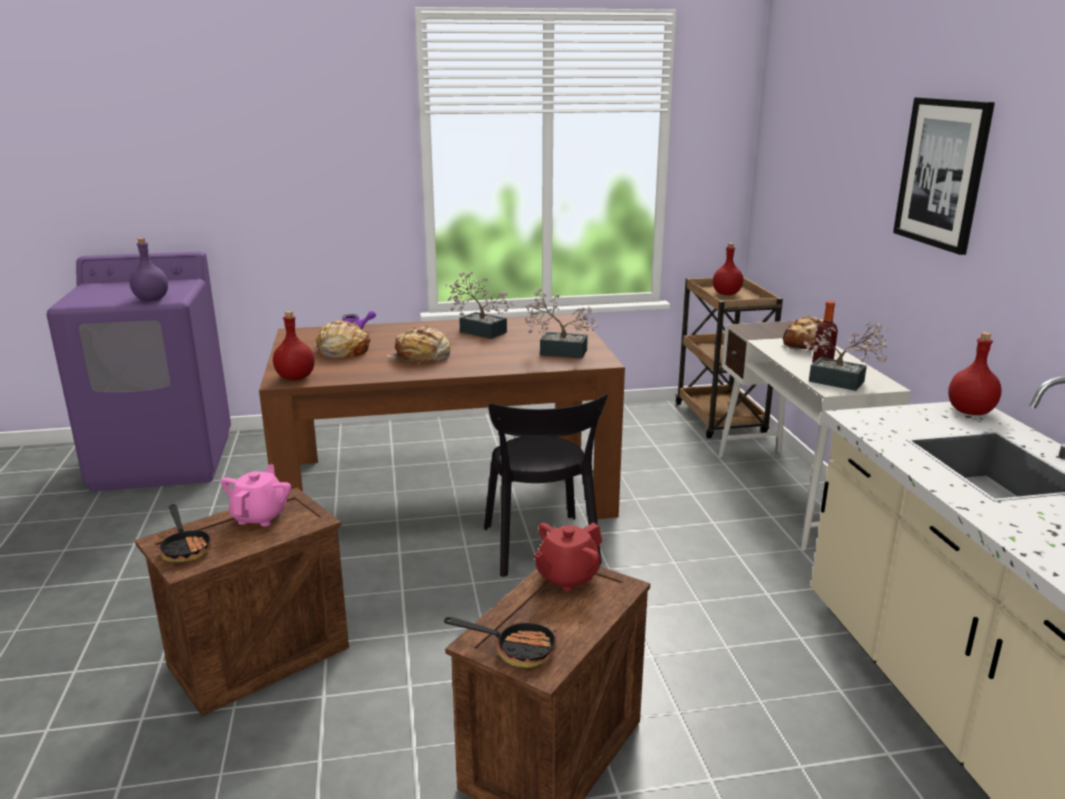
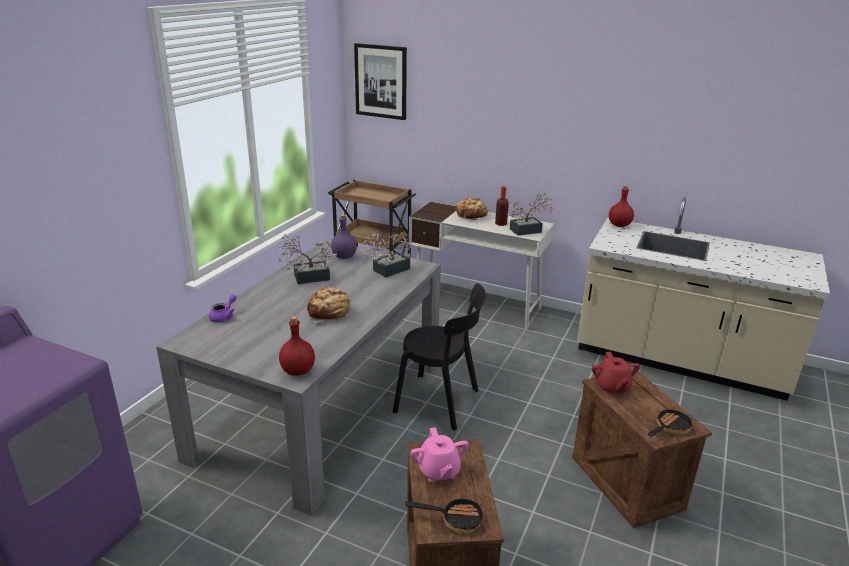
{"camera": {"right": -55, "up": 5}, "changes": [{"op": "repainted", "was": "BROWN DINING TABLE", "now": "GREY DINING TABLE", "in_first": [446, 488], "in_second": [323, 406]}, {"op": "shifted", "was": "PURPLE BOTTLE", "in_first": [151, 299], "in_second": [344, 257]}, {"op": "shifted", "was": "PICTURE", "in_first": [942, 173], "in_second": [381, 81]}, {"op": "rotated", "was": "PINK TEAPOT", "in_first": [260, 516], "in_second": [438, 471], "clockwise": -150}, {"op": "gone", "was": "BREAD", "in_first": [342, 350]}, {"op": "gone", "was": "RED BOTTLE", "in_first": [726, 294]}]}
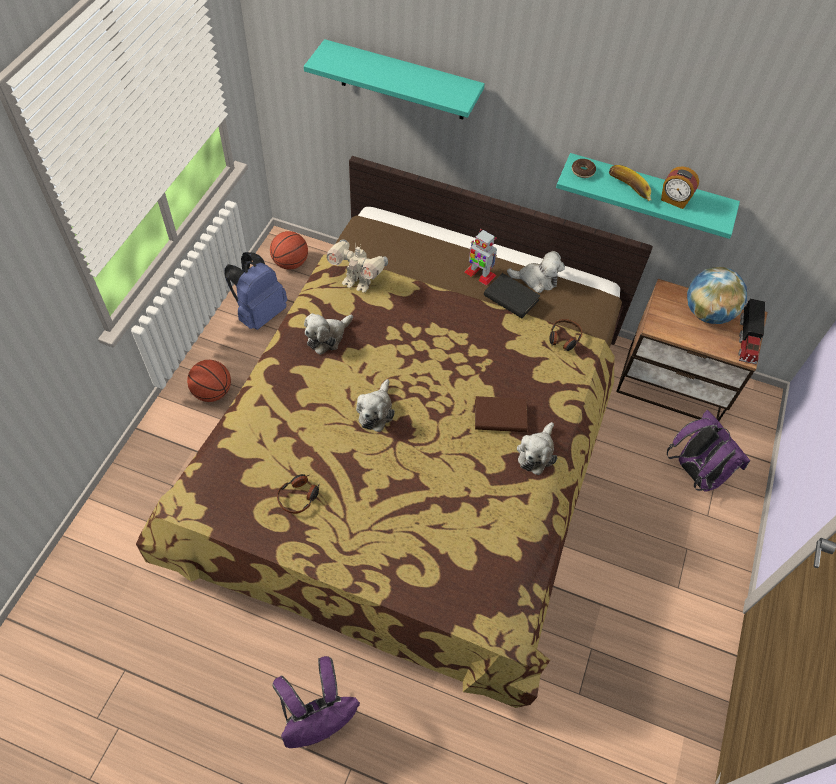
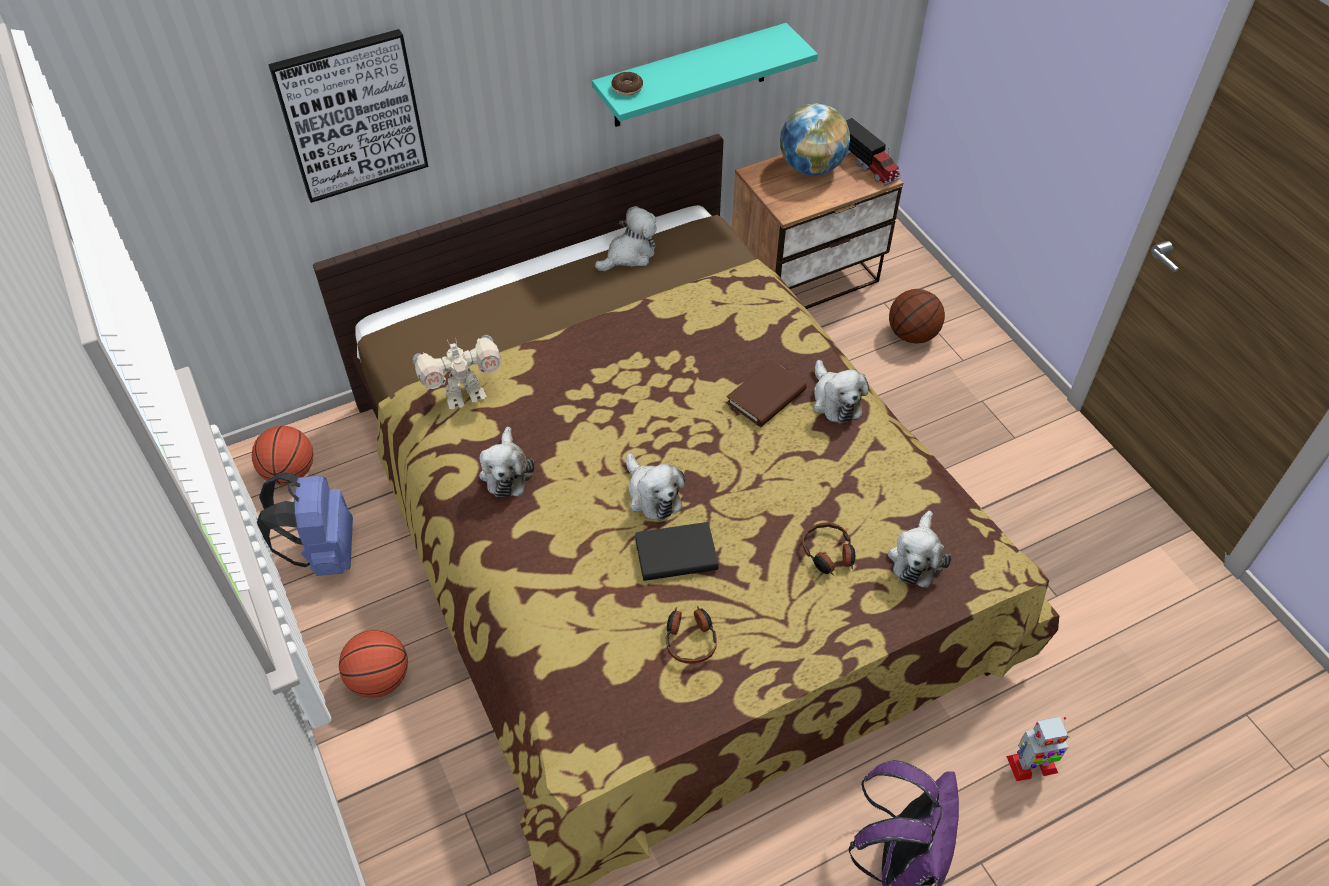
{"camera": {"right": -45, "up": -5}, "changes": [{"op": "swapped", "was": "TURQUOISE SHELF", "now": "PICTURE", "in_first": [402, 81], "in_second": [351, 115]}, {"op": "shifted", "was": "BLACK BOOK", "in_first": [511, 298], "in_second": [676, 555]}, {"op": "shifted", "was": "HEADPHONES", "in_first": [563, 338], "in_second": [828, 554]}, {"op": "new", "now": "PLUSH TOY", "in_second": [916, 557]}, {"op": "swapped", "was": "PURPLE BACKPACK", "now": "BASKETBALL", "in_first": [694, 473], "in_second": [911, 335]}, {"op": "shifted", "was": "TOY ROBOT", "in_first": [479, 274], "in_second": [1031, 765]}, {"op": "gone", "was": "BANANA", "in_first": [627, 190]}, {"op": "gone", "was": "ALARM CLOCK", "in_first": [674, 200]}]}
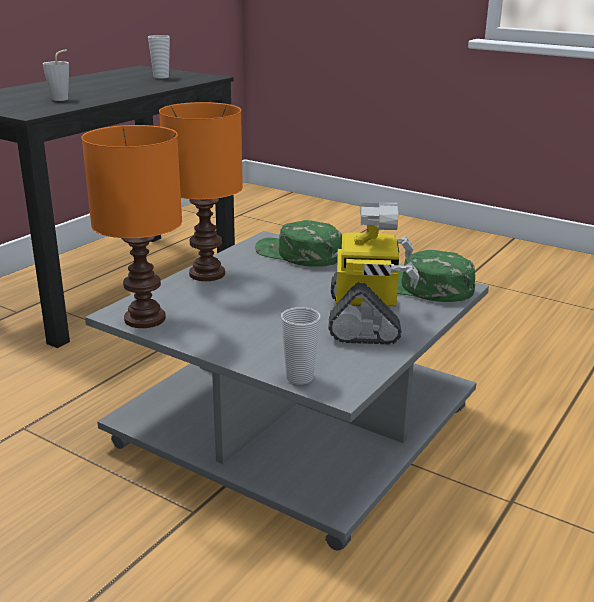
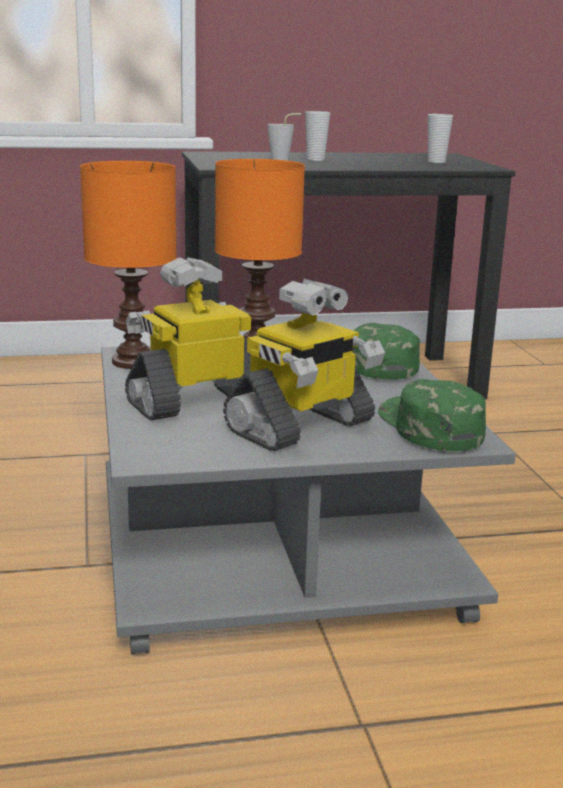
{"camera": {"right": 45, "up": -5}, "changes": [{"op": "new", "now": "TOY ROBOT", "in_second": [196, 401]}, {"op": "shifted", "was": "CUP", "in_first": [299, 378], "in_second": [315, 160]}]}
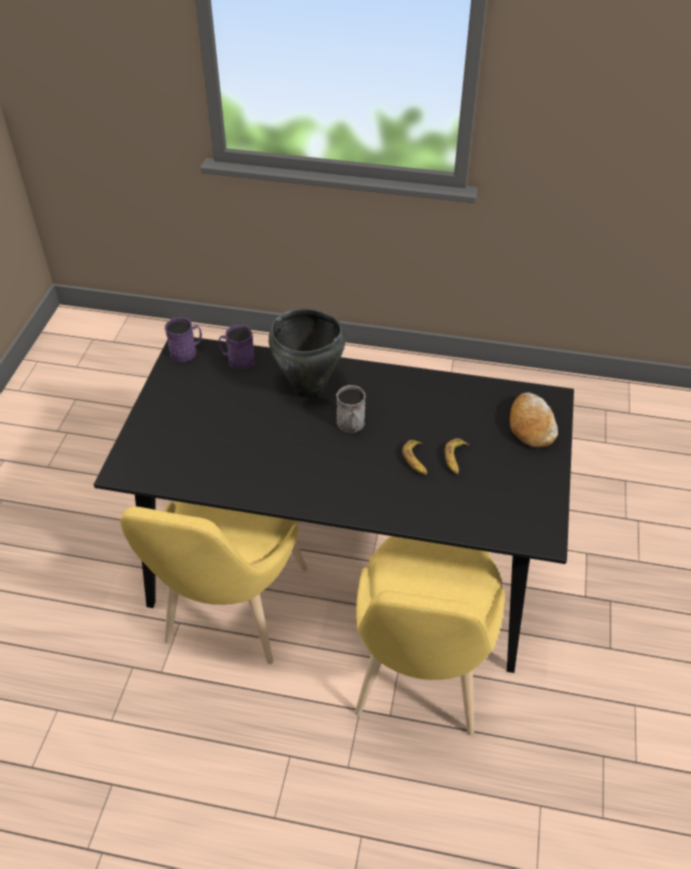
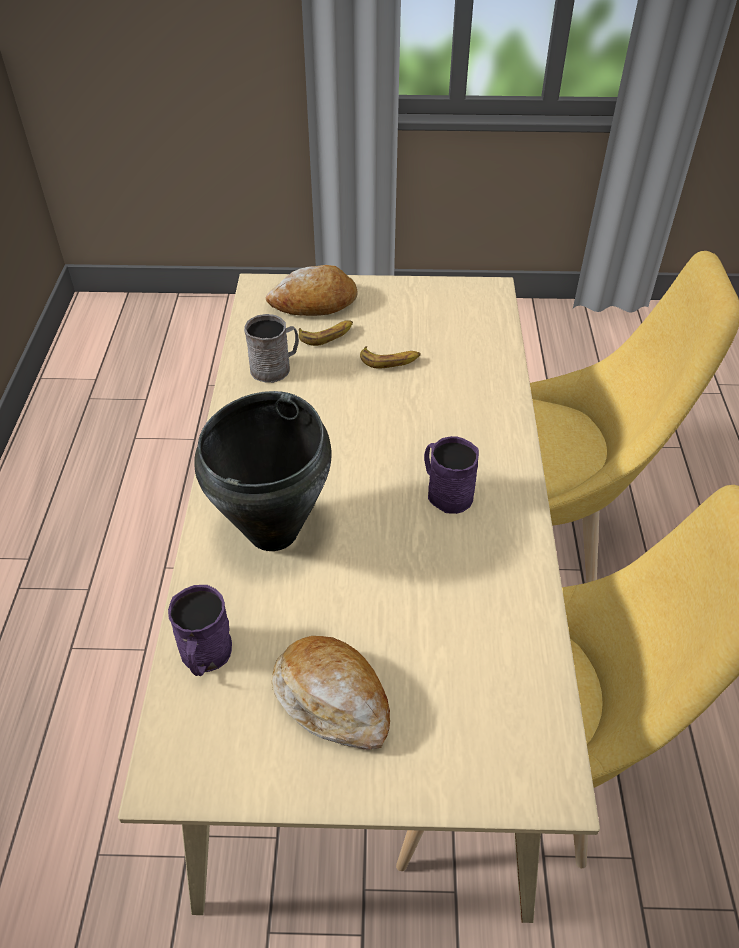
{"camera": {"right": -100, "up": 0}, "changes": [{"op": "repainted", "was": "BLACK DINING TABLE", "now": "BEIGE DINING TABLE", "in_first": [346, 555], "in_second": [368, 646]}, {"op": "shifted", "was": "GREY MUG", "in_first": [352, 425], "in_second": [275, 367]}, {"op": "new", "now": "BREAD", "in_second": [333, 699]}, {"op": "shifted", "was": "BANANA", "in_first": [416, 460], "in_second": [327, 335]}, {"op": "shifted", "was": "PURPLE MUG", "in_first": [187, 351], "in_second": [445, 492]}]}
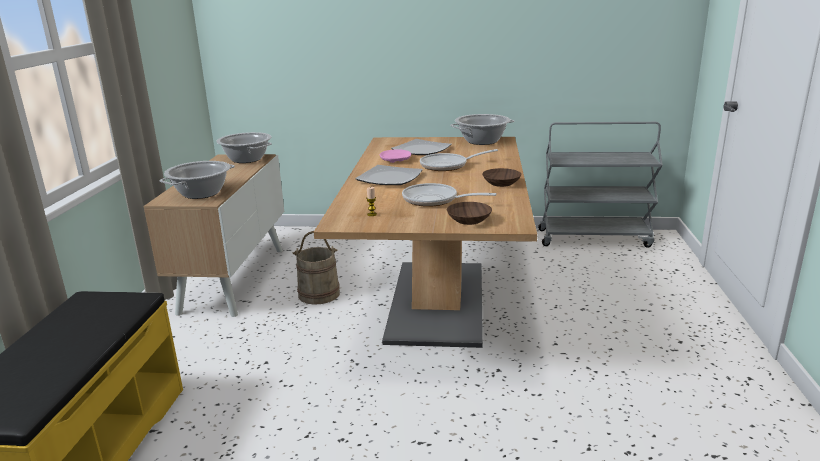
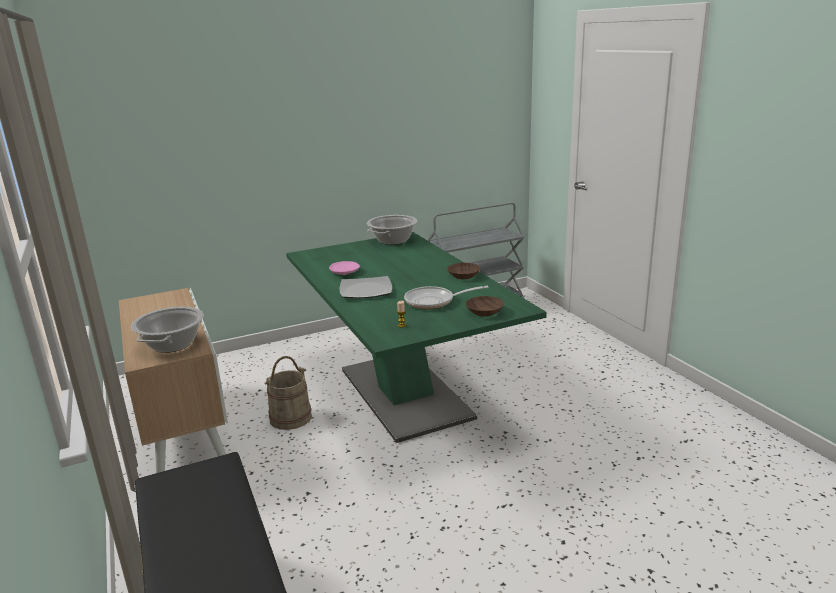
{"camera": {"right": -30, "up": 0}, "changes": [{"op": "repainted", "was": "BROWN DINING TABLE", "now": "GREEN DINING TABLE", "in_first": [437, 301], "in_second": [404, 393]}, {"op": "gone", "was": "COOKING POT", "in_first": [246, 159]}, {"op": "gone", "was": "PLATE", "in_first": [421, 150]}, {"op": "gone", "was": "FRYING PAN", "in_first": [448, 166]}]}
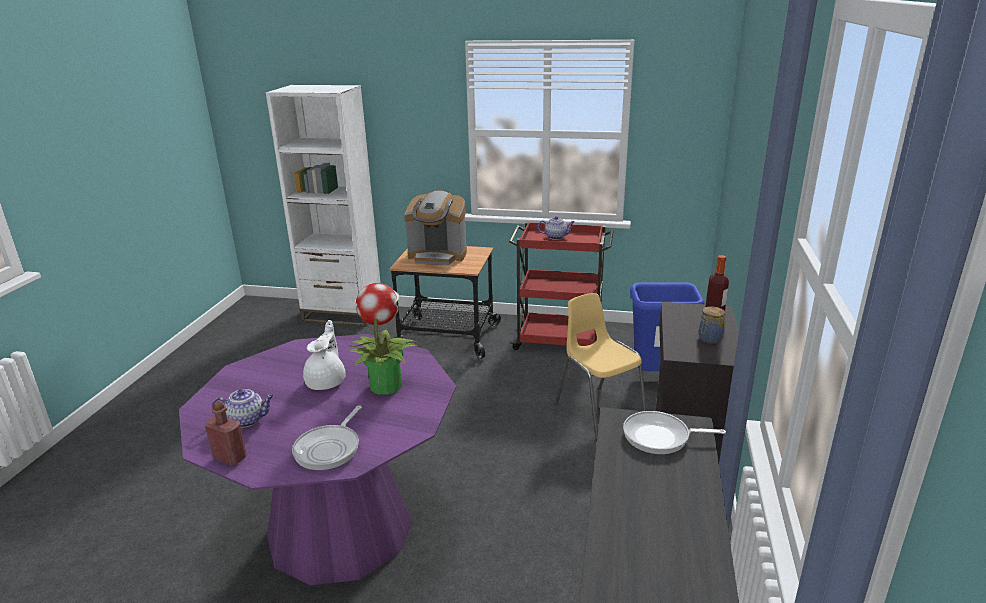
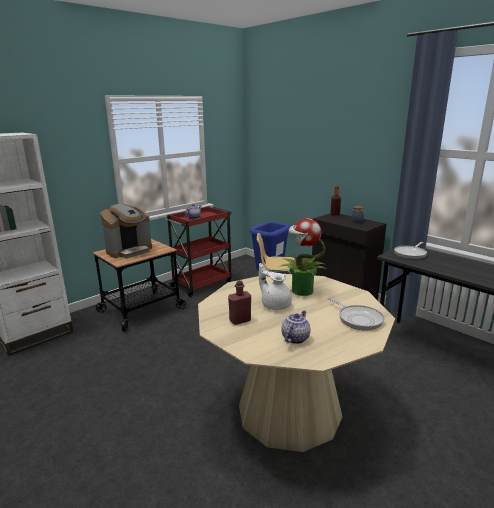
{"camera": {"right": -55, "up": -5}, "changes": [{"op": "repainted", "was": "PURPLE DINING TABLE", "now": "BEIGE DINING TABLE", "in_first": [340, 528], "in_second": [289, 410]}, {"op": "shifted", "was": "RED BOTTLE", "in_first": [230, 458], "in_second": [240, 320]}]}
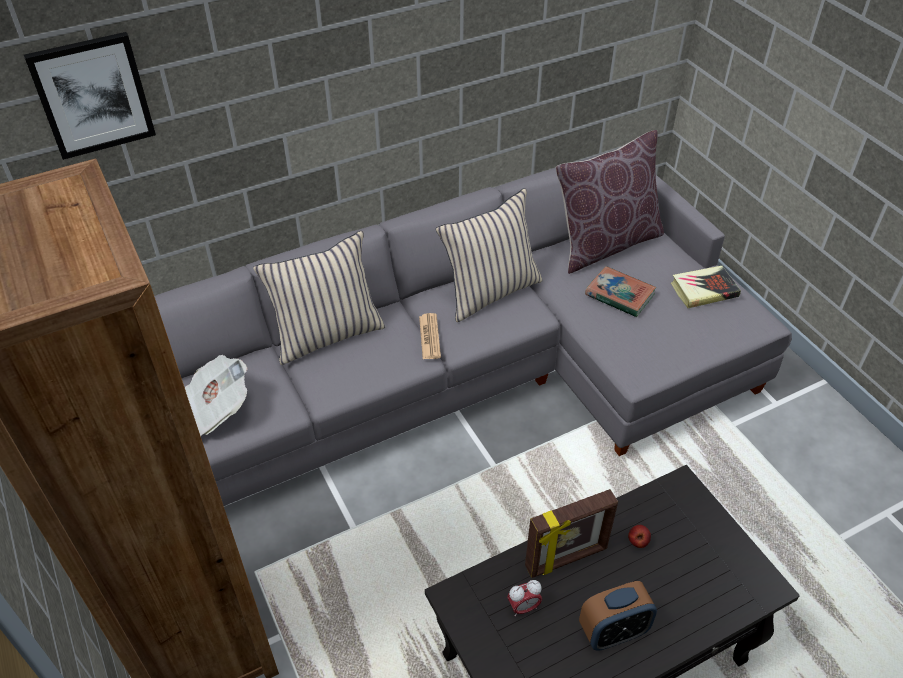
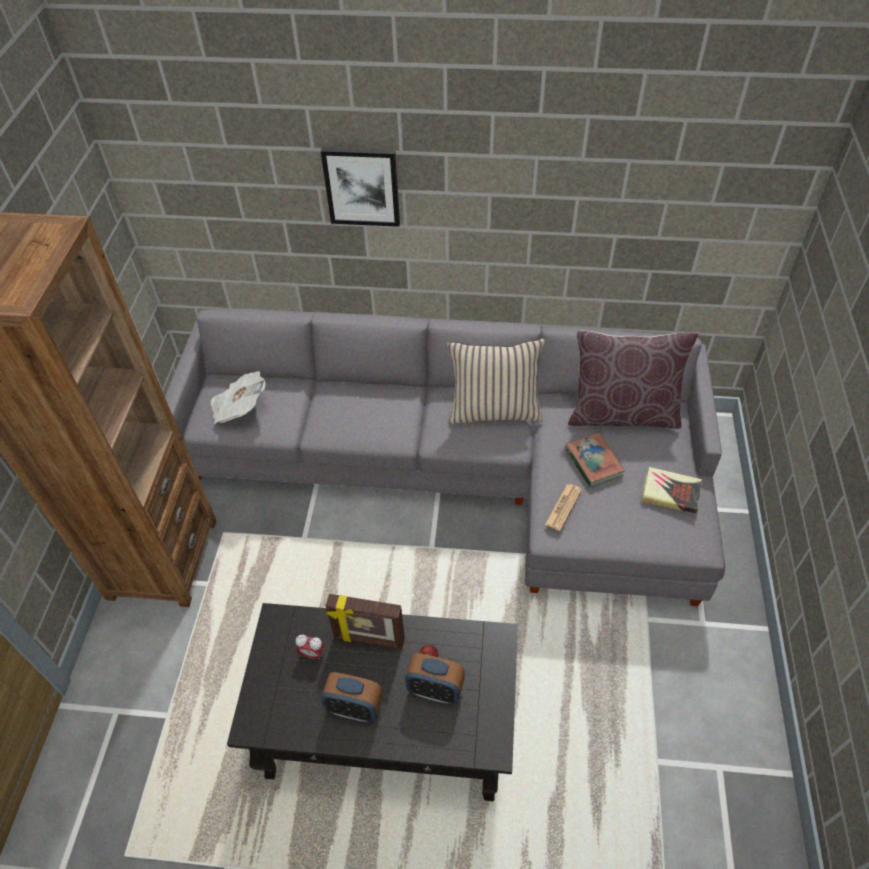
{"camera": {"right": 35, "up": 5}, "changes": [{"op": "shifted", "was": "PICTURE", "in_first": [92, 95], "in_second": [362, 186]}, {"op": "new", "now": "ALARM CLOCK", "in_second": [435, 690]}, {"op": "shifted", "was": "NEWSPAPER", "in_first": [429, 337], "in_second": [563, 507]}, {"op": "gone", "was": "BEIGE PILLOW", "in_first": [327, 334]}]}
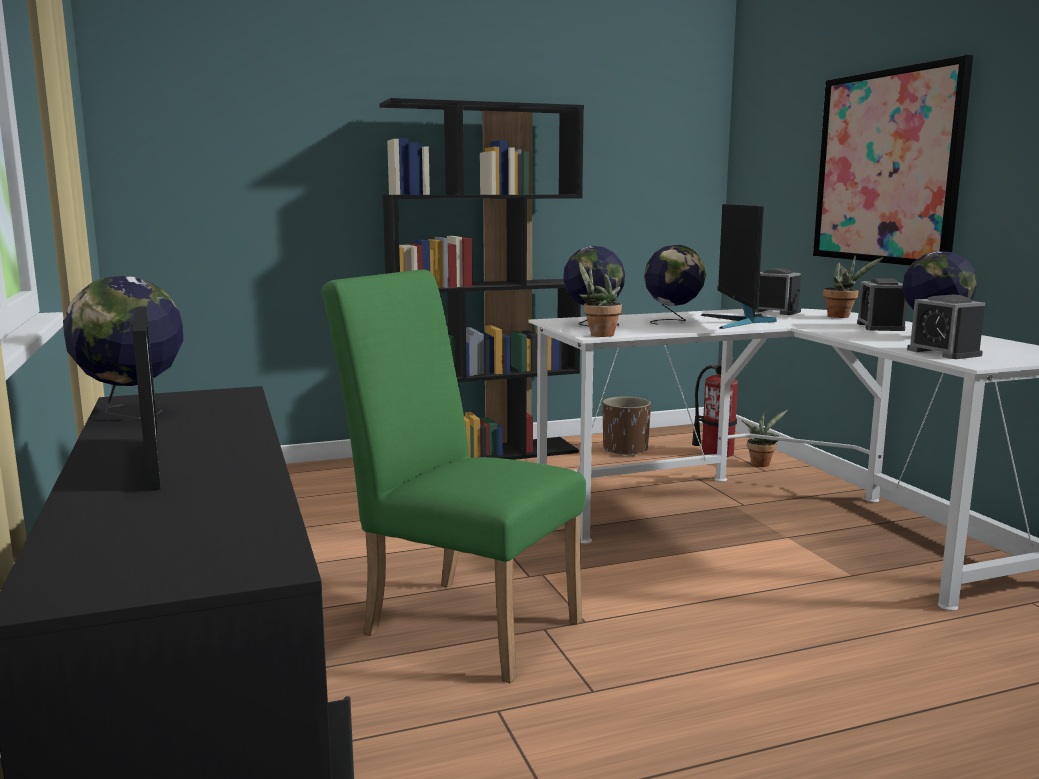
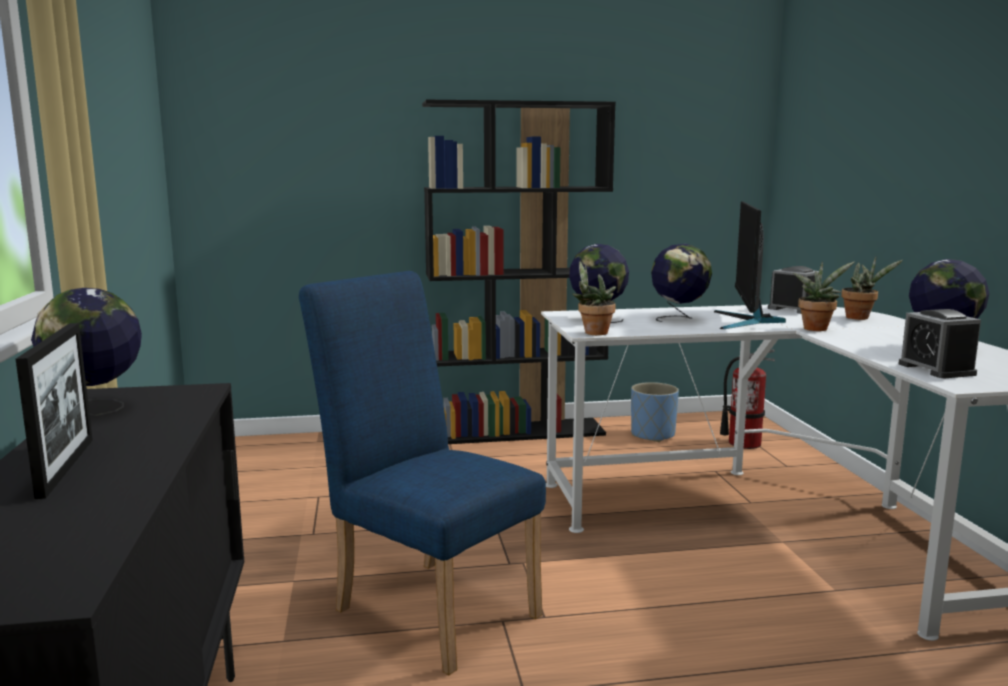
{"camera": {"right": 10, "up": 0}, "changes": [{"op": "repainted", "was": "GREEN CHAIR", "now": "BLUE CHAIR", "in_first": [461, 621], "in_second": [428, 605]}, {"op": "repainted", "was": "BROWN PLANTER", "now": "BLUE PLANTER", "in_first": [625, 450], "in_second": [652, 435]}, {"op": "shifted", "was": "POTTED PLANT", "in_first": [761, 463], "in_second": [816, 328]}, {"op": "gone", "was": "PICTURE", "in_first": [887, 167]}, {"op": "gone", "was": "ALARM CLOCK", "in_first": [880, 327]}]}
